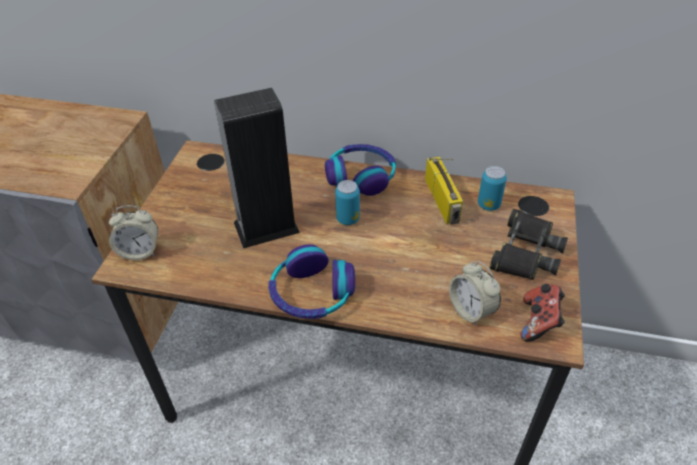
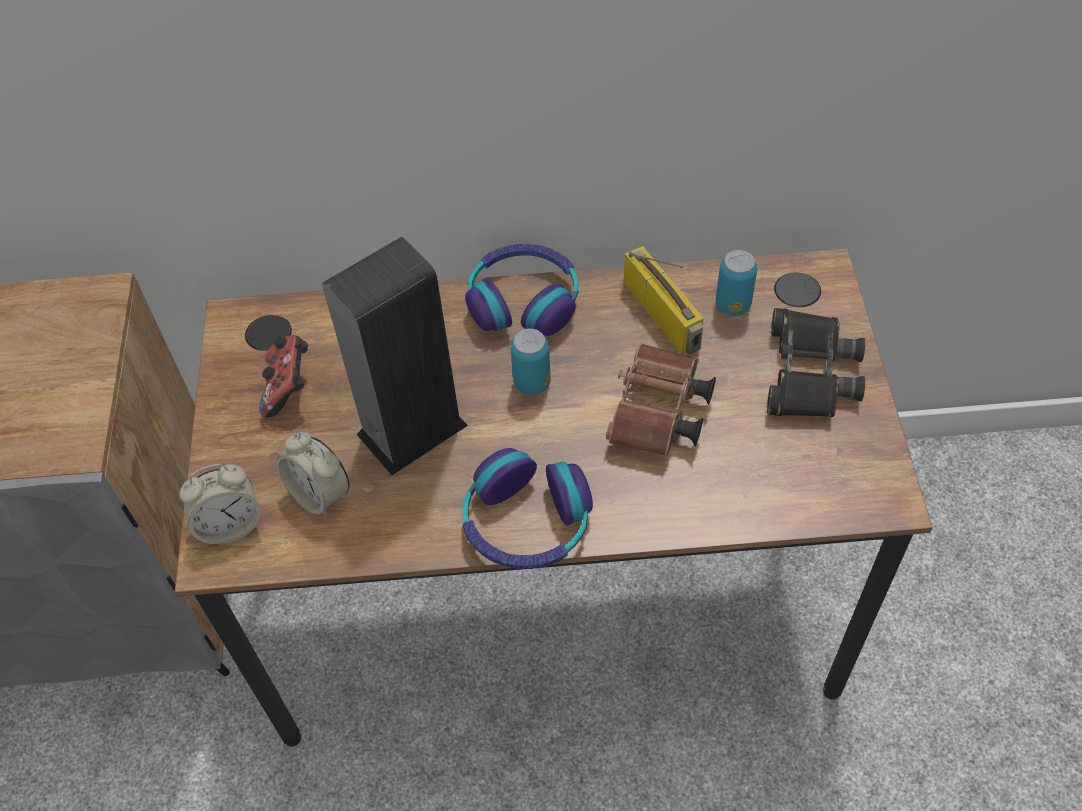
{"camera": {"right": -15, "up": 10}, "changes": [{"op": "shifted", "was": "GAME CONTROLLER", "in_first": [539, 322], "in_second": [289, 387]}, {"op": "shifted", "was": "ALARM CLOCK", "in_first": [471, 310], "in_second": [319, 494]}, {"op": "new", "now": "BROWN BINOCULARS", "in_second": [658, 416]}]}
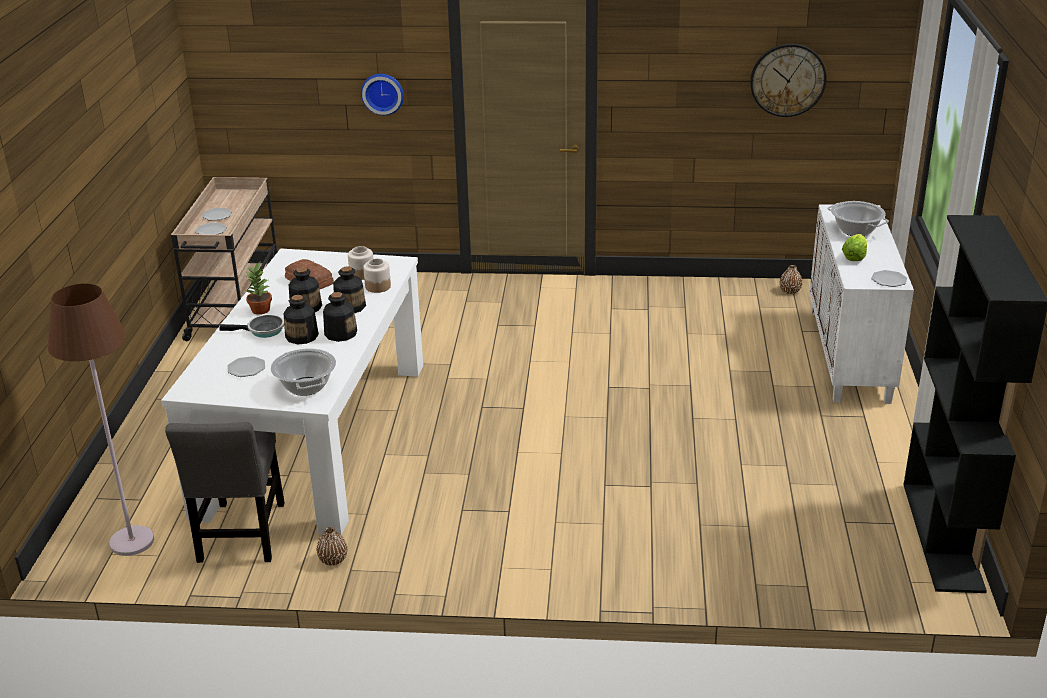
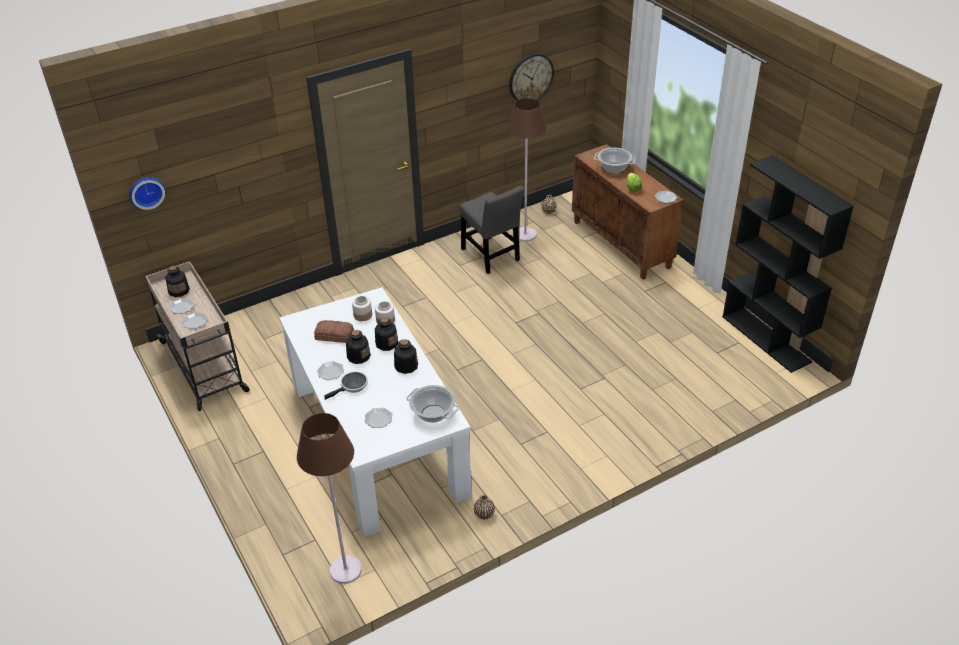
{"camera": {"right": -35, "up": 10}, "changes": [{"op": "shifted", "was": "WALL CLOCK", "in_first": [383, 93], "in_second": [146, 192]}, {"op": "shifted", "was": "BOTTLE", "in_first": [302, 336], "in_second": [179, 290]}, {"op": "swapped", "was": "POTTED PLANT", "now": "PLATE", "in_first": [261, 310], "in_second": [331, 371]}, {"op": "shifted", "was": "GREY CHAIR", "in_first": [242, 536], "in_second": [491, 256]}, {"op": "new", "now": "BROWN FLOOR LAMP", "in_second": [525, 235]}, {"op": "repainted", "was": "WHITE CABINET", "now": "BROWN CABINET", "in_first": [850, 355], "in_second": [622, 244]}]}
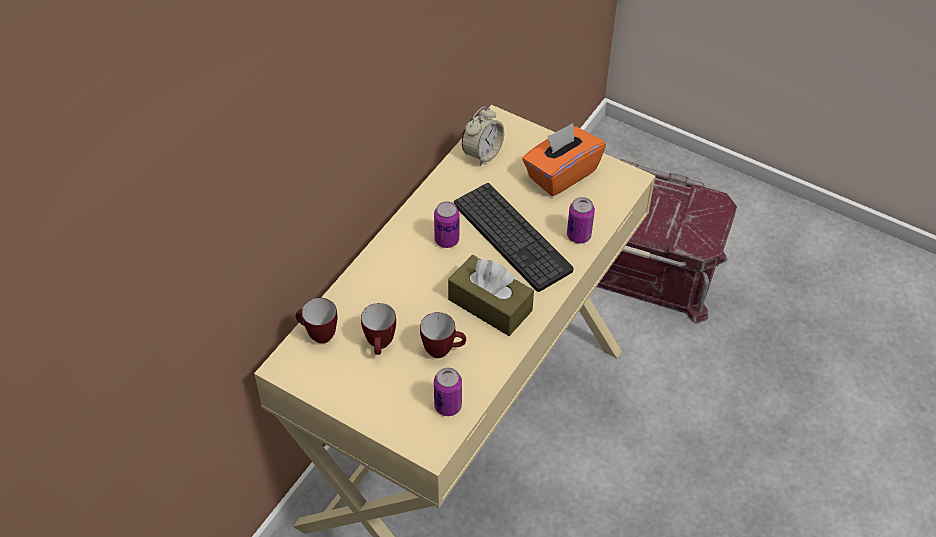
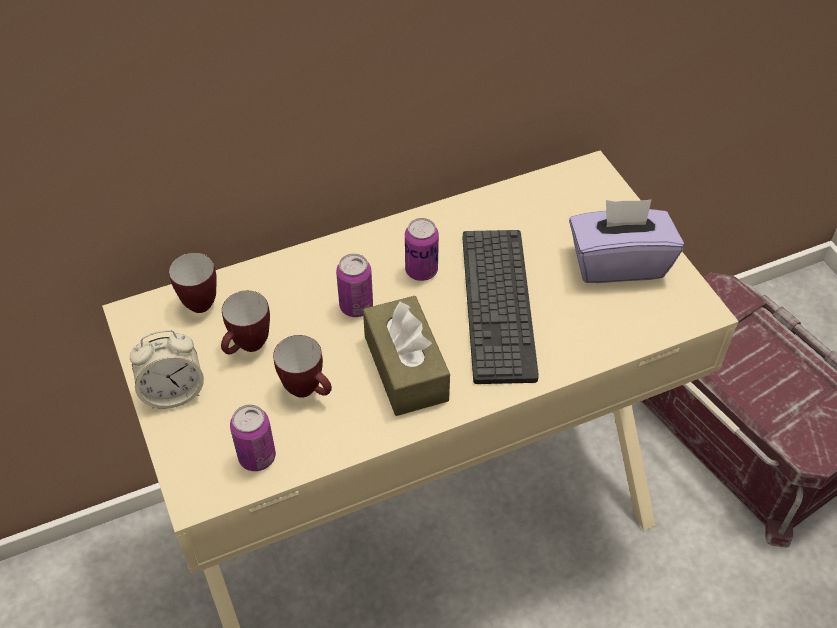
{"camera": {"right": 35, "up": 0}, "changes": [{"op": "shifted", "was": "ALARM CLOCK", "in_first": [482, 154], "in_second": [173, 392]}, {"op": "shifted", "was": "CAN", "in_first": [578, 236], "in_second": [356, 306]}, {"op": "repainted", "was": "ORANGE TISSUE BOX", "now": "PURPLE TISSUE BOX", "in_first": [561, 174], "in_second": [618, 263]}]}
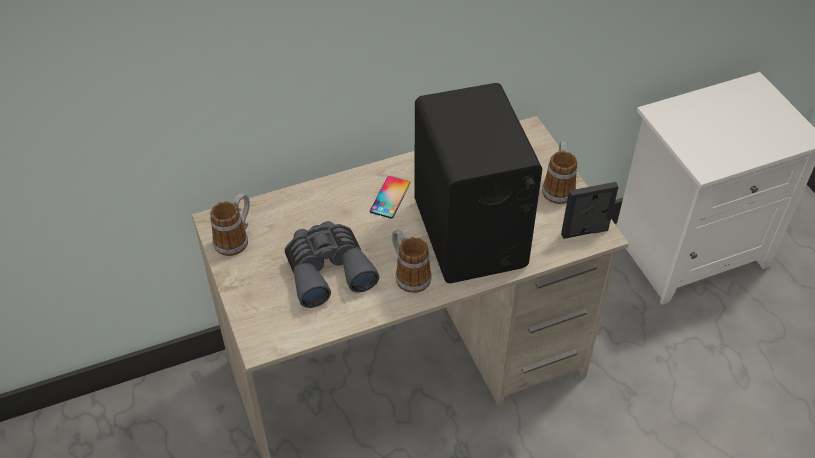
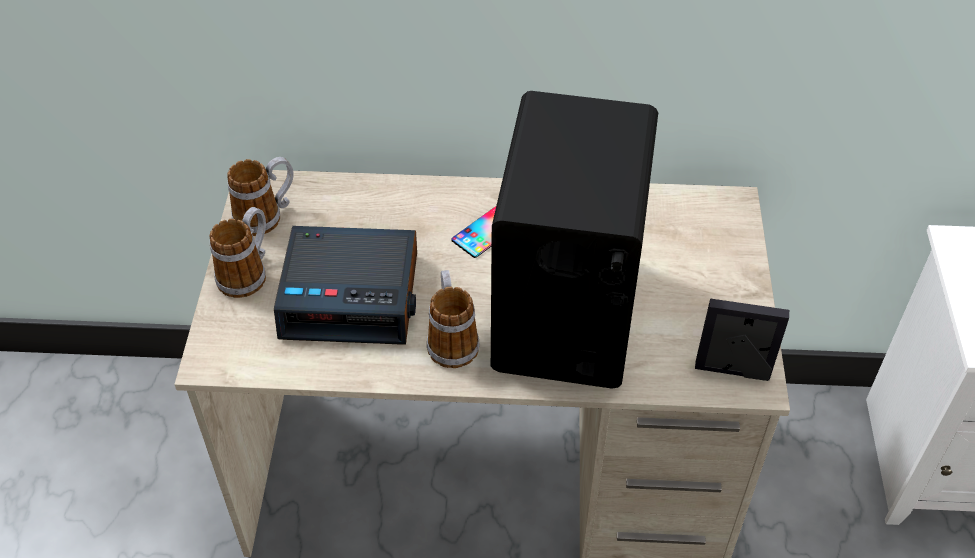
{"camera": {"right": 25, "up": 0}, "changes": [{"op": "shifted", "was": "MUG", "in_first": [558, 187], "in_second": [248, 273]}, {"op": "swapped", "was": "GREY BINOCULARS", "now": "ALARM CLOCK", "in_first": [327, 269], "in_second": [352, 295]}]}
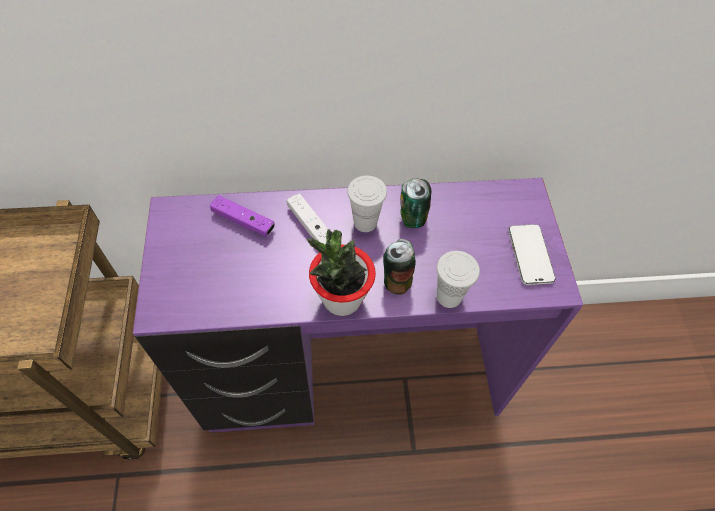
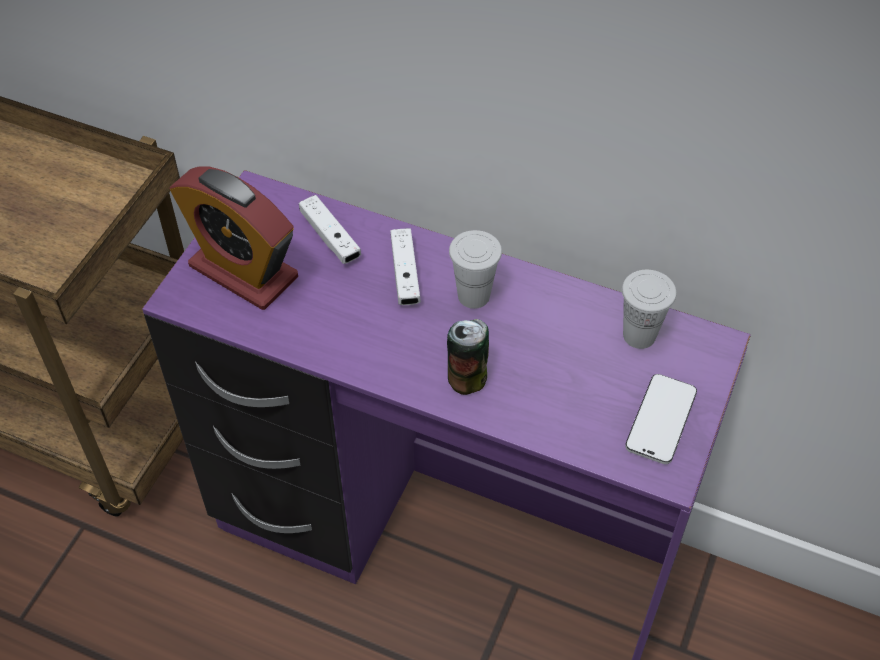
{"camera": {"right": 30, "up": -5}, "changes": [{"op": "new", "now": "ALARM CLOCK", "in_second": [243, 271]}, {"op": "repainted", "was": "PURPLE GAME CONTROLLER", "now": "WHITE GAME CONTROLLER", "in_first": [243, 221], "in_second": [330, 237]}, {"op": "shifted", "was": "WHITE CUP", "in_first": [449, 296], "in_second": [639, 335]}, {"op": "gone", "was": "POTTED PLANT", "in_first": [341, 299]}, {"op": "gone", "was": "CAN", "in_first": [412, 219]}]}
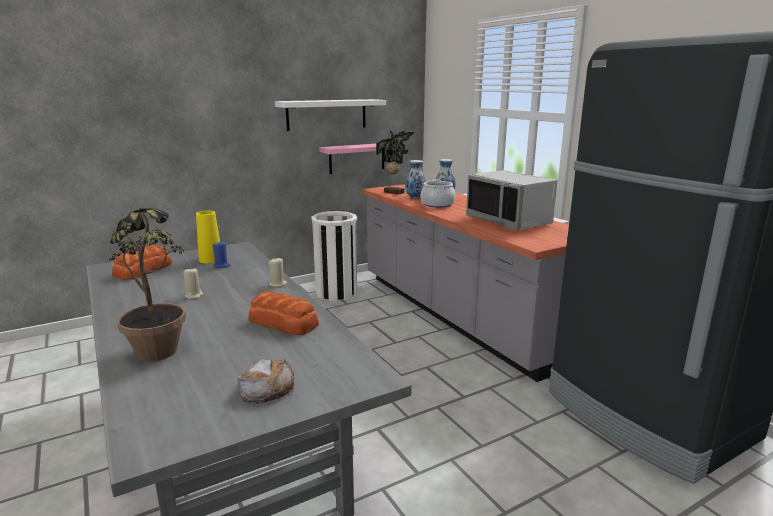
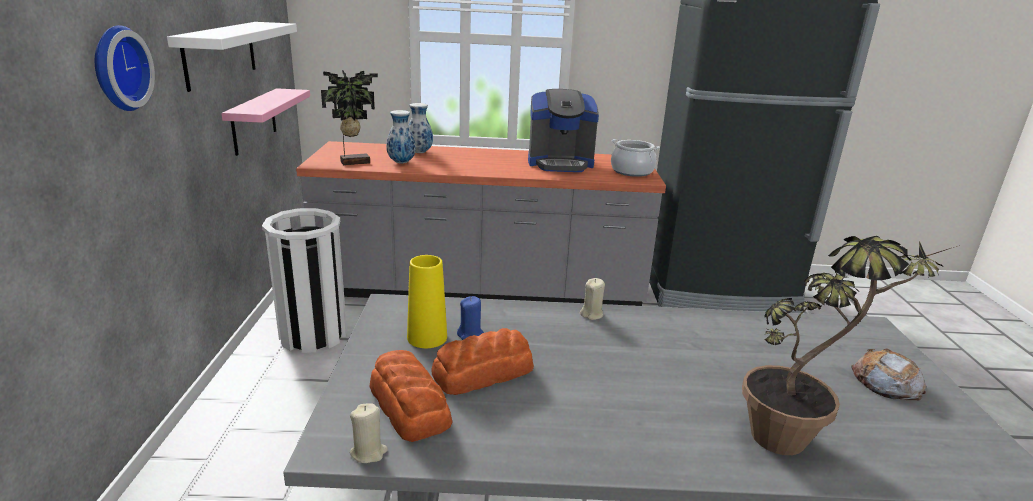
{"camera": {"right": -60, "up": 5}, "changes": [{"op": "new", "now": "WALL CLOCK", "in_second": [117, 68]}, {"op": "shifted", "was": "BEIGE CANDLE", "in_first": [194, 295], "in_second": [368, 452]}, {"op": "shifted", "was": "BREAD", "in_first": [284, 323], "in_second": [484, 373]}, {"op": "swapped", "was": "GREY MICROWAVE", "now": "COFFEE MACHINE", "in_first": [509, 221], "in_second": [560, 163]}, {"op": "shifted", "was": "COOKING POT", "in_first": [437, 204], "in_second": [632, 171]}]}
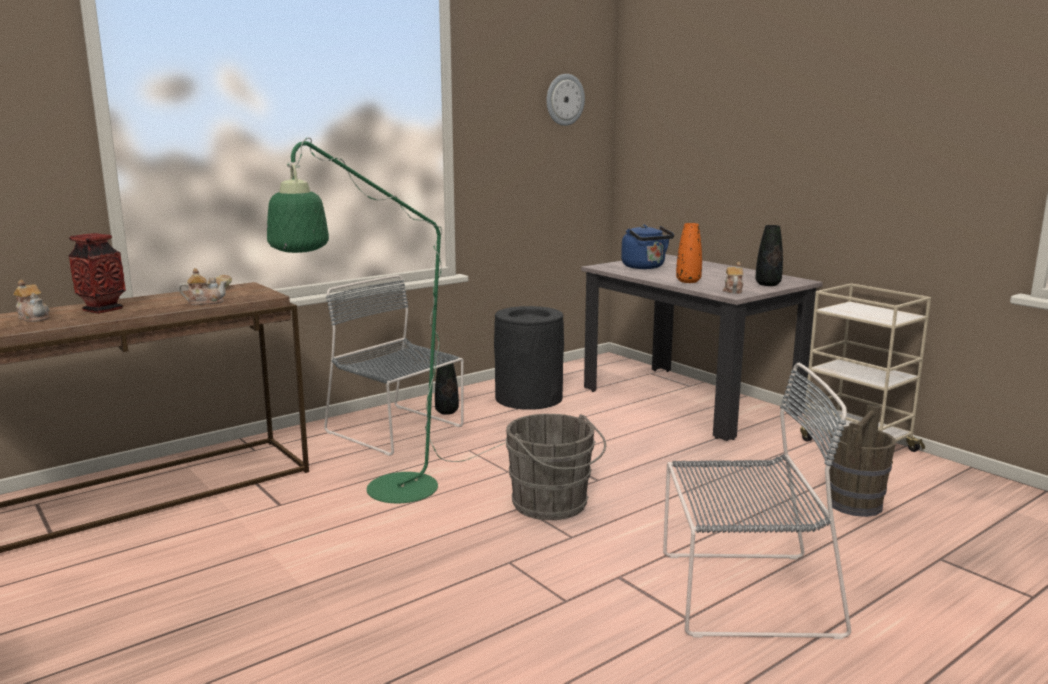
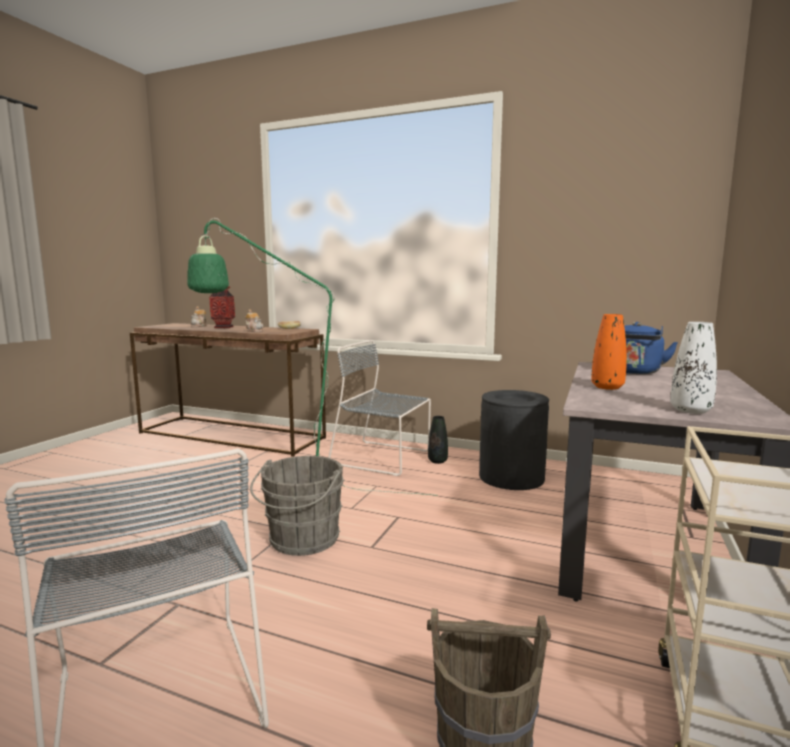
{"camera": {"right": 60, "up": -5}, "changes": [{"op": "rotated", "was": "GREY CHAIR", "in_first": [397, 430], "in_second": [383, 458], "clockwise": -75}, {"op": "repainted", "was": "BLACK VASE", "now": "WHITE VASE", "in_first": [768, 284], "in_second": [690, 410]}, {"op": "gone", "was": "WALL CLOCK", "in_first": [564, 99]}, {"op": "gone", "was": "TEAPOT", "in_first": [732, 291]}]}
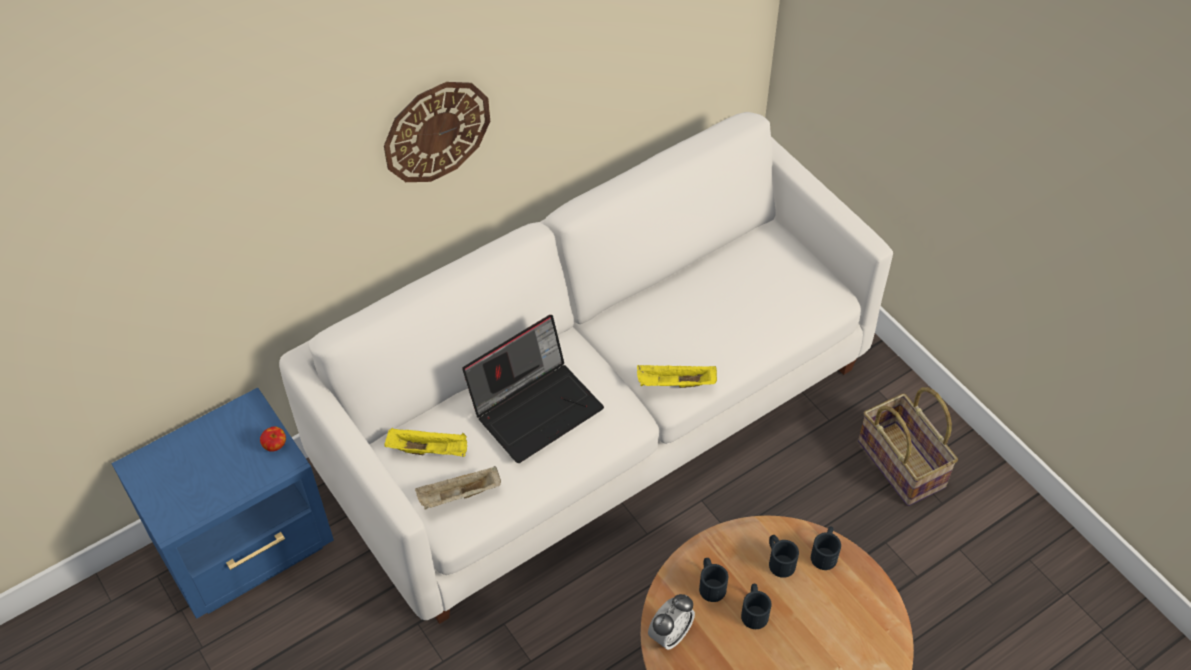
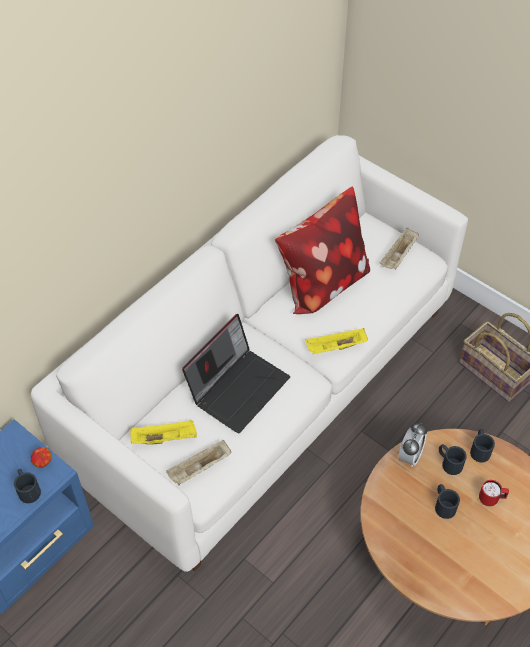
{"camera": {"right": -15, "up": 0}, "changes": [{"op": "shifted", "was": "BLACK MUG", "in_first": [710, 584], "in_second": [28, 489]}, {"op": "new", "now": "PILLOW", "in_second": [322, 283]}, {"op": "new", "now": "BEIGE TRAY", "in_second": [398, 256]}, {"op": "shifted", "was": "ALARM CLOCK", "in_first": [670, 635], "in_second": [410, 456]}, {"op": "new", "now": "RED MUG", "in_second": [491, 499]}, {"op": "gone", "was": "WALL CLOCK", "in_first": [436, 131]}]}
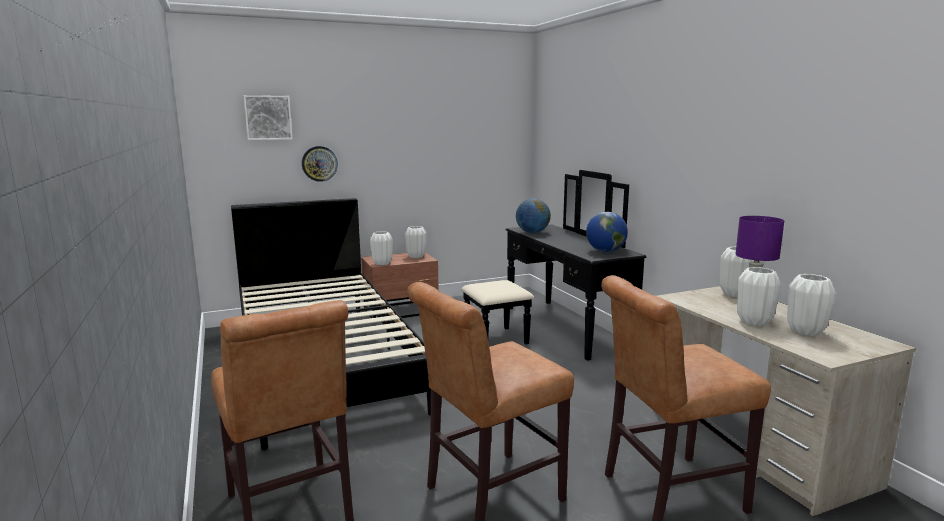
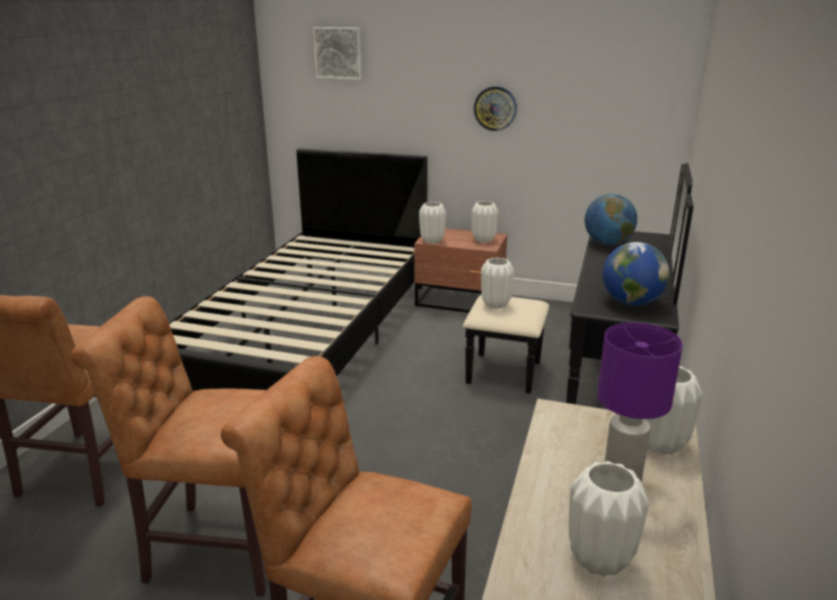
{"camera": {"right": 40, "up": 10}, "changes": [{"op": "shifted", "was": "WALL CLOCK", "in_first": [319, 163], "in_second": [495, 108]}, {"op": "shifted", "was": "WHITE VASE", "in_first": [754, 322], "in_second": [496, 304]}]}
